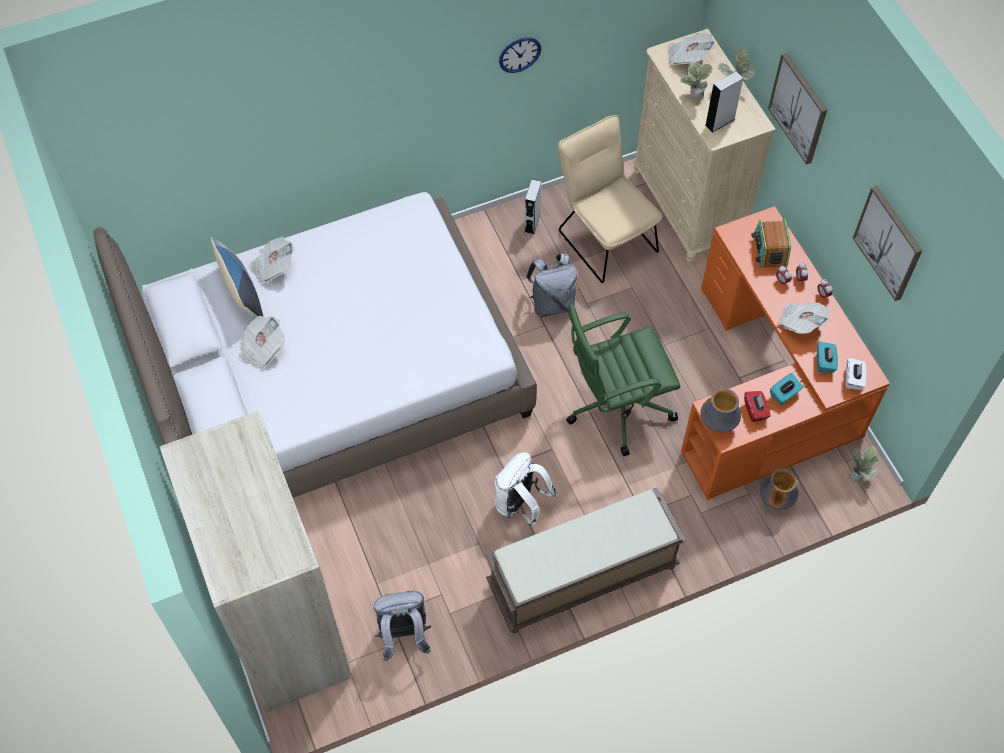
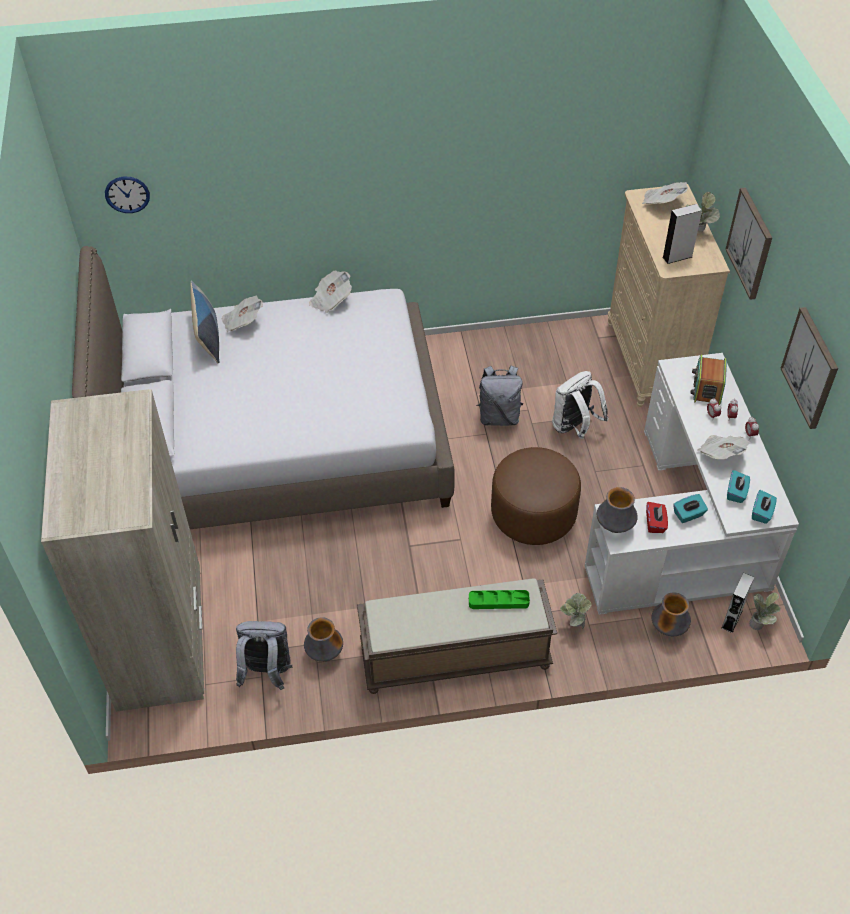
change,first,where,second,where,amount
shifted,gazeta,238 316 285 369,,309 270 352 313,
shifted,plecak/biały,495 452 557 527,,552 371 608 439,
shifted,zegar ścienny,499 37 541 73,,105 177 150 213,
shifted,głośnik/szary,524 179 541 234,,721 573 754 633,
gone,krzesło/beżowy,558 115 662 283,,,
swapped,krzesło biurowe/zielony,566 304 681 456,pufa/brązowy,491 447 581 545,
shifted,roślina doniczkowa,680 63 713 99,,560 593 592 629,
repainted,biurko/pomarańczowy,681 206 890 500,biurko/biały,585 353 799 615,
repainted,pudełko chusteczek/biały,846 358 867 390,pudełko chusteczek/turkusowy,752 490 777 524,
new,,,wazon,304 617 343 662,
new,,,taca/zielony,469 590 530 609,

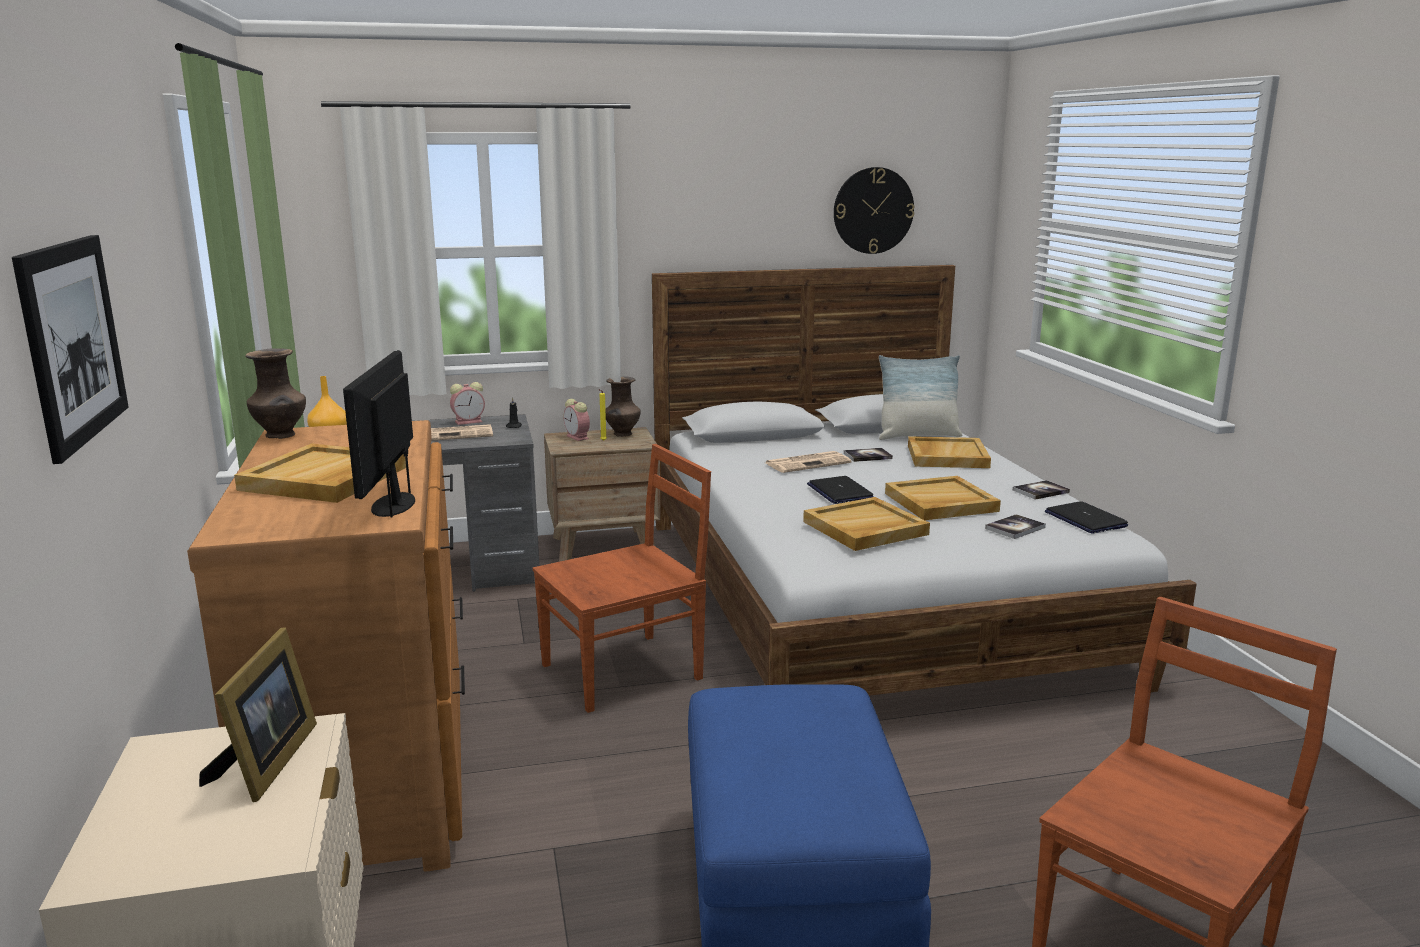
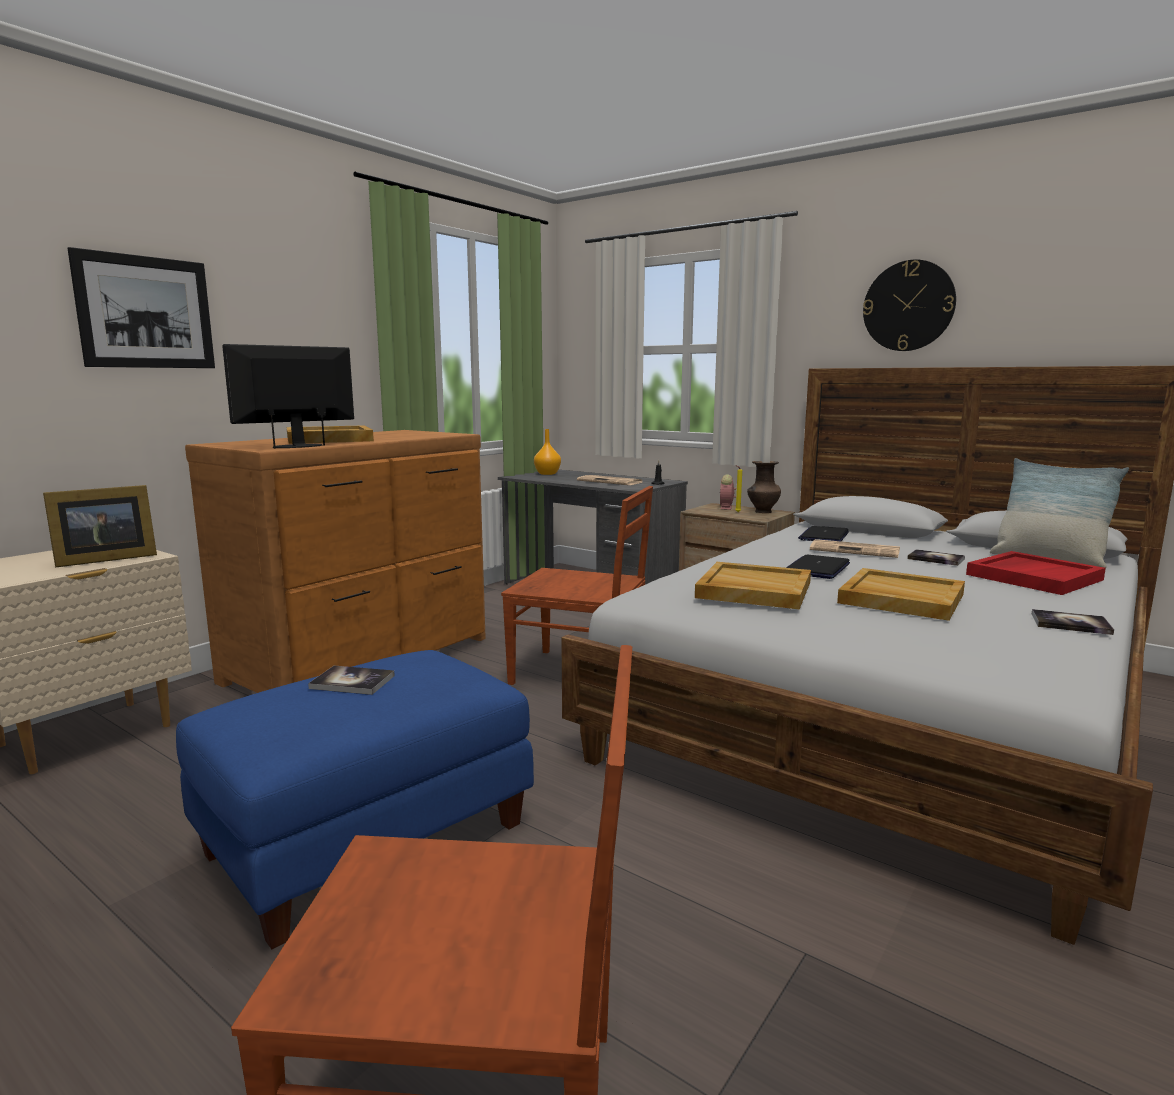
change,first,where,second,where,amount
gone,wazon/brązowy,245 348 306 439,,,
gone,budzik,450 382 485 425,,,
shifted,zegar ścienny,834 167 914 254,,863 259 956 351,
repainted,taca/beżowy,908 436 991 468,taca/czerwony,966 551 1106 595,
shifted,książka,985 514 1046 539,,308 666 395 695,
shifted,laptop,1045 501 1128 534,,798 526 849 541,

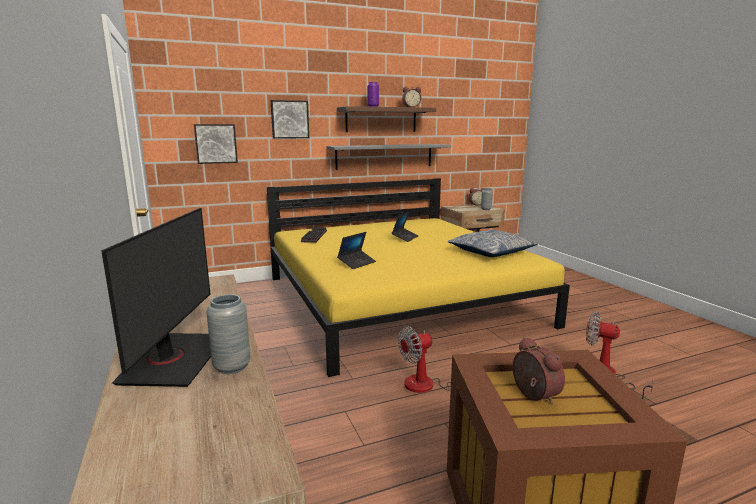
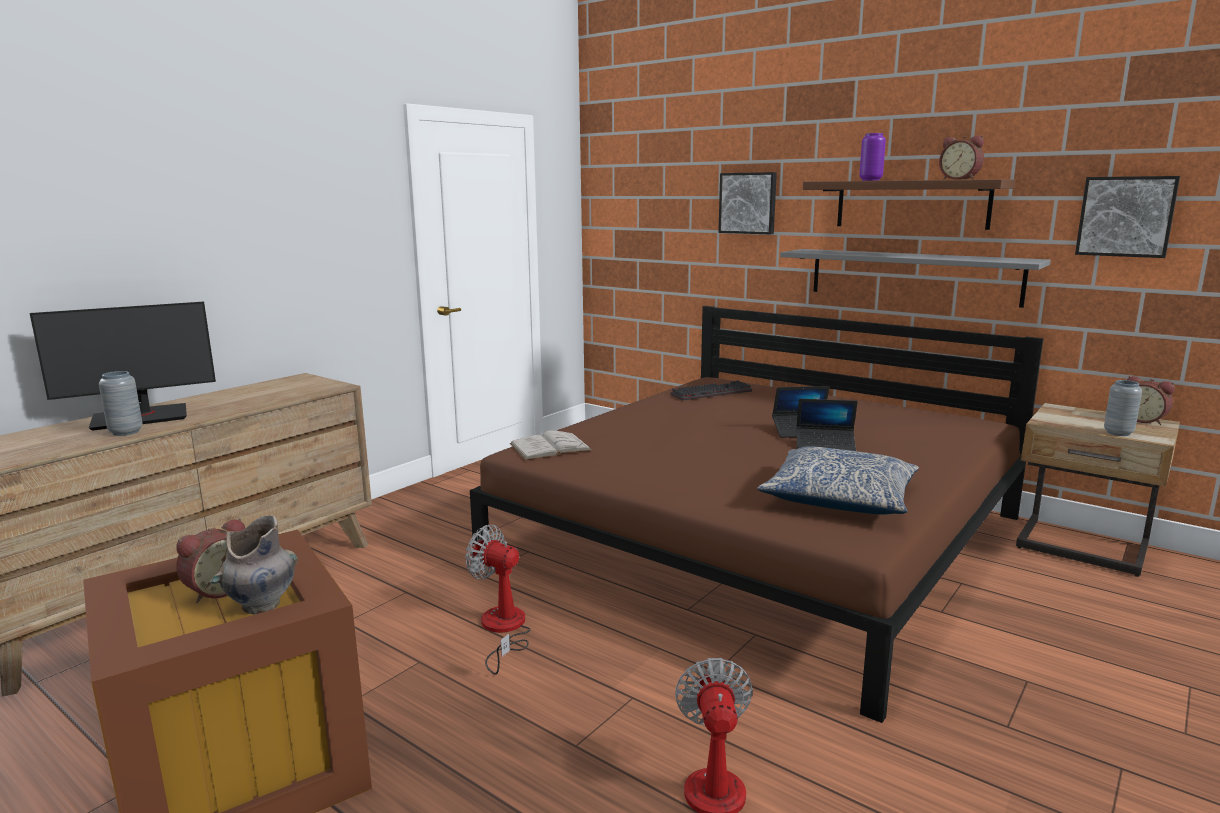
change,first,where,second,where,amount
shifted,obraz,194 124 238 164,,1075 176 1180 258,
repainted,łóżko/żółty,267 178 570 377,łóżko/brązowy,470 306 1044 723,
shifted,laptop,337 232 376 269,,796 399 858 451,
new,,,wazon/szary,210 515 298 614,
new,,,książka/biały,510 430 593 460,

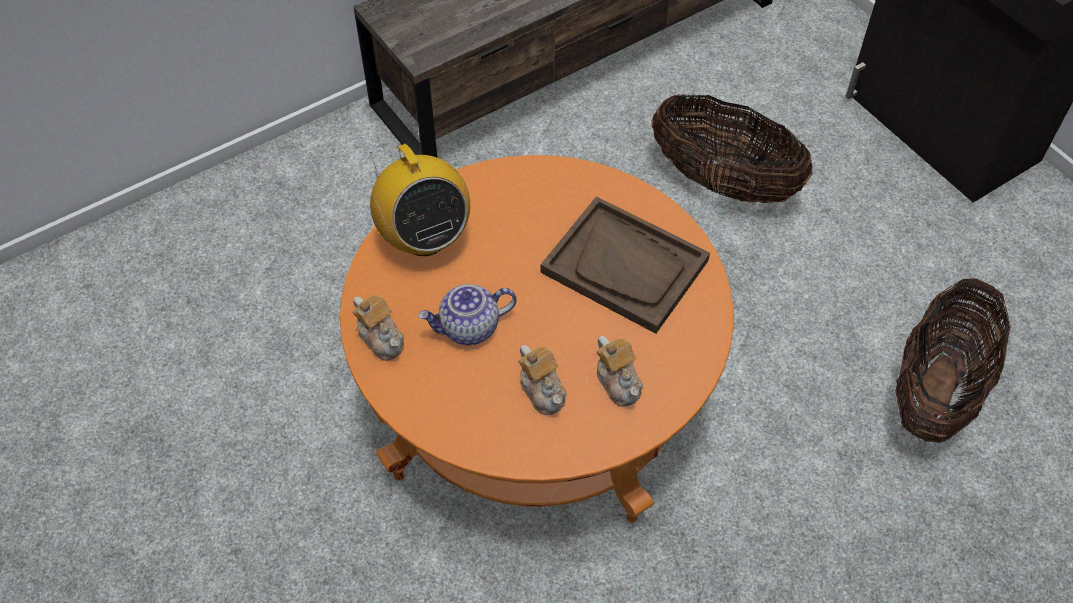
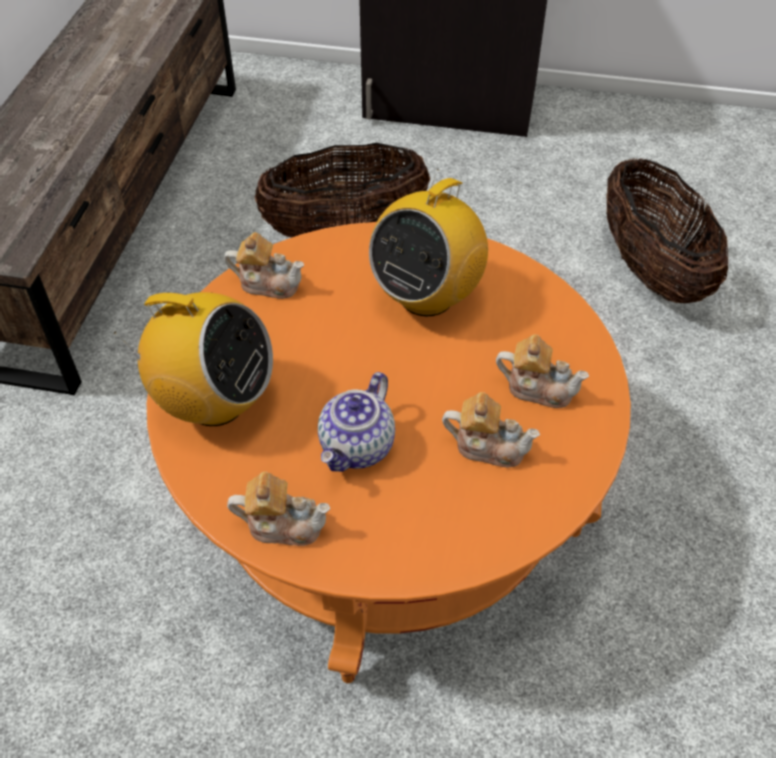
change,first,where,second,where,amount
swapped,taca/brązowy,540 196 710 334,radio,369 169 488 316,
new,,,imbryk,224 232 304 299,

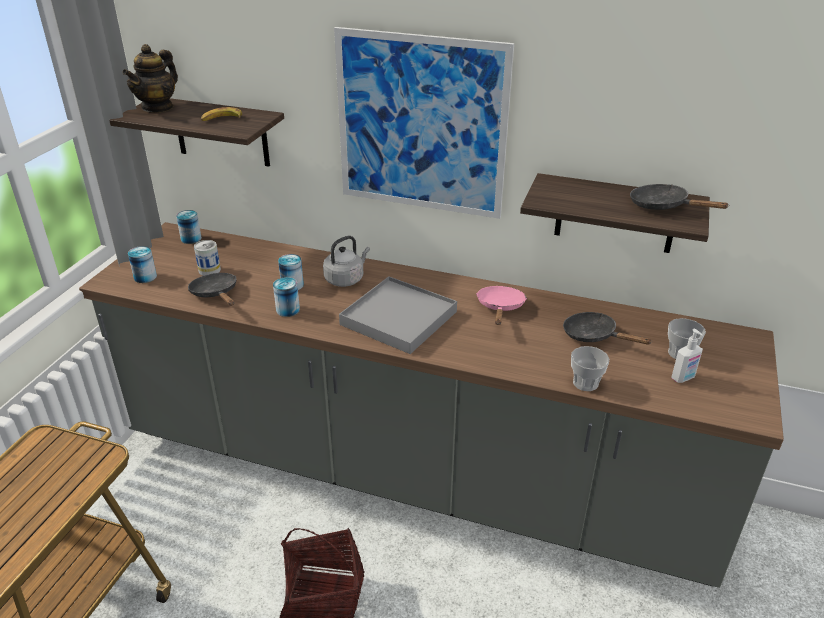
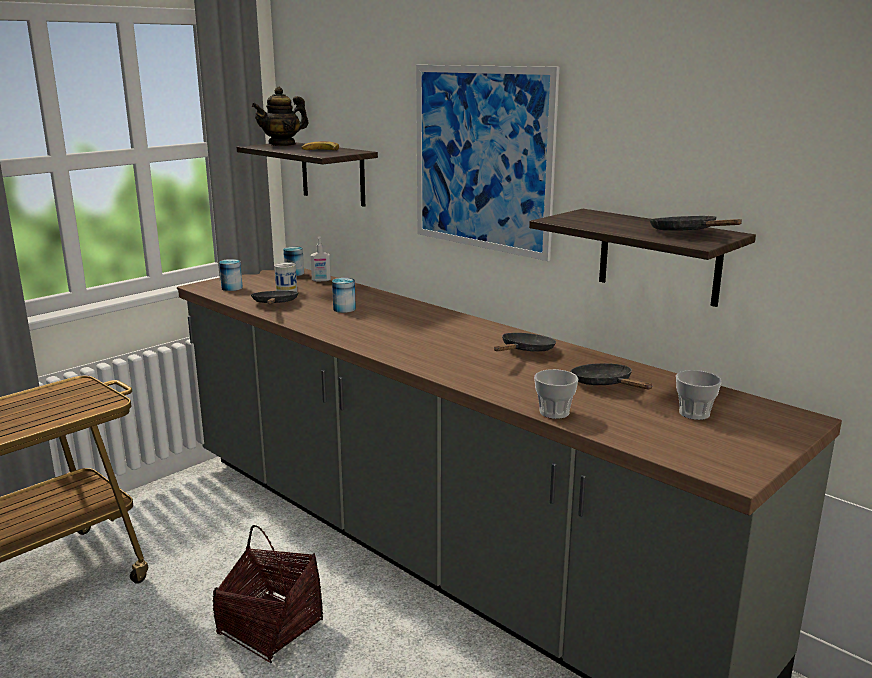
change,first,where,second,where,amount
gone,puszka,273 277 300 317,,,
gone,czajnik/szary,323 236 370 287,,,
gone,taca/szary,339 276 457 354,,,
repainted,patelnia/różowy,476 286 527 325,patelnia/czarny,494 333 556 352,
shifted,dozownik mydła,671 329 703 383,,311 237 331 281,

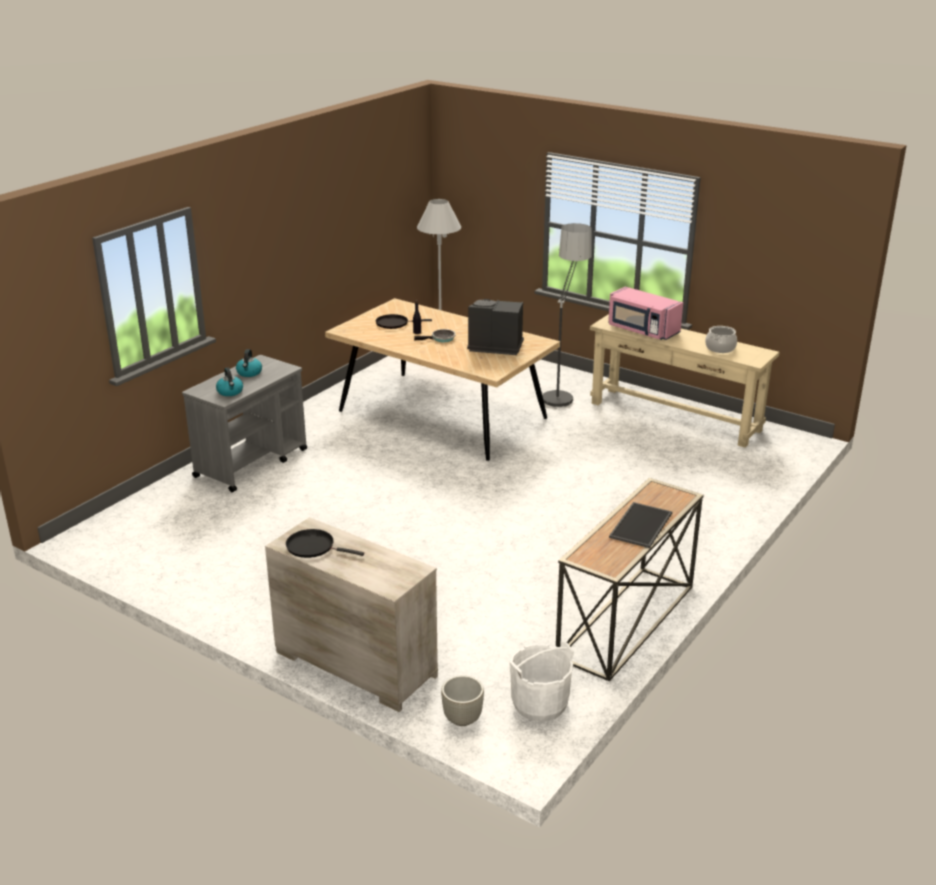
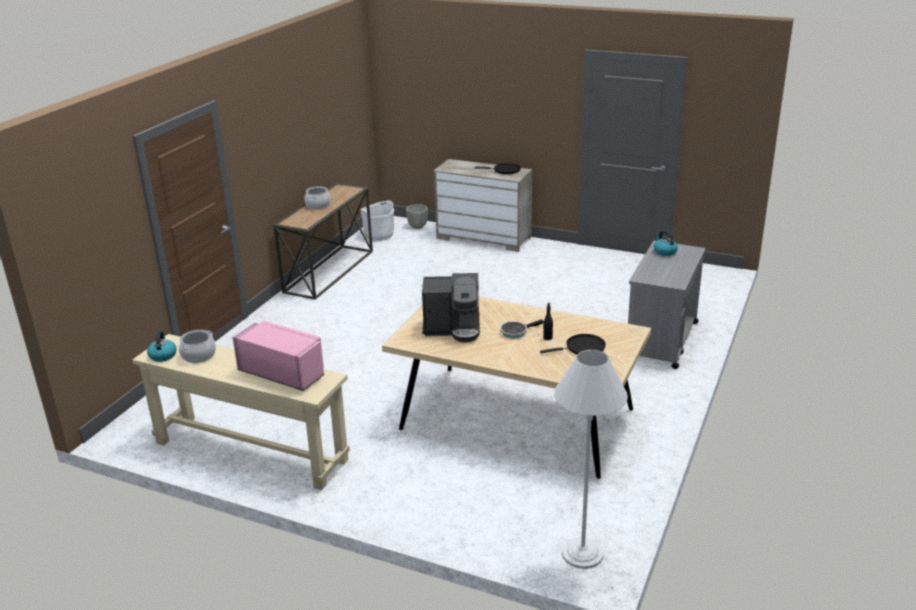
change,first,where,second,where,amount
shifted,czajnik,236 349 262 377,,147 331 176 362,
gone,lampa stojąca,542 223 592 409,,,
swapped,taca,609 502 672 548,garnek,305 186 331 209,

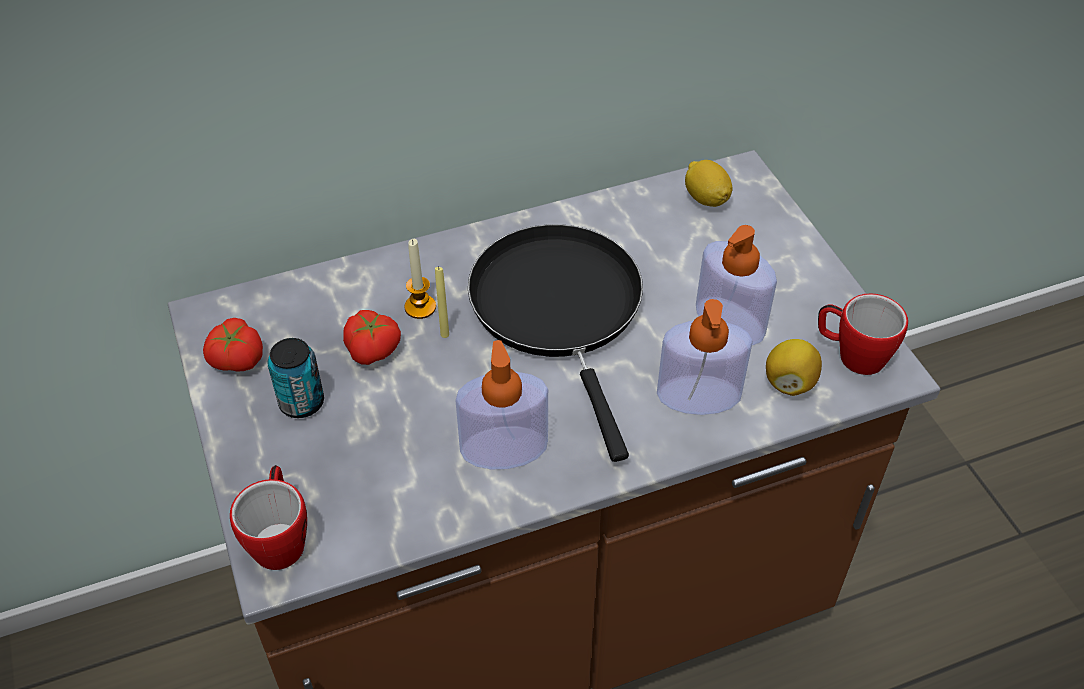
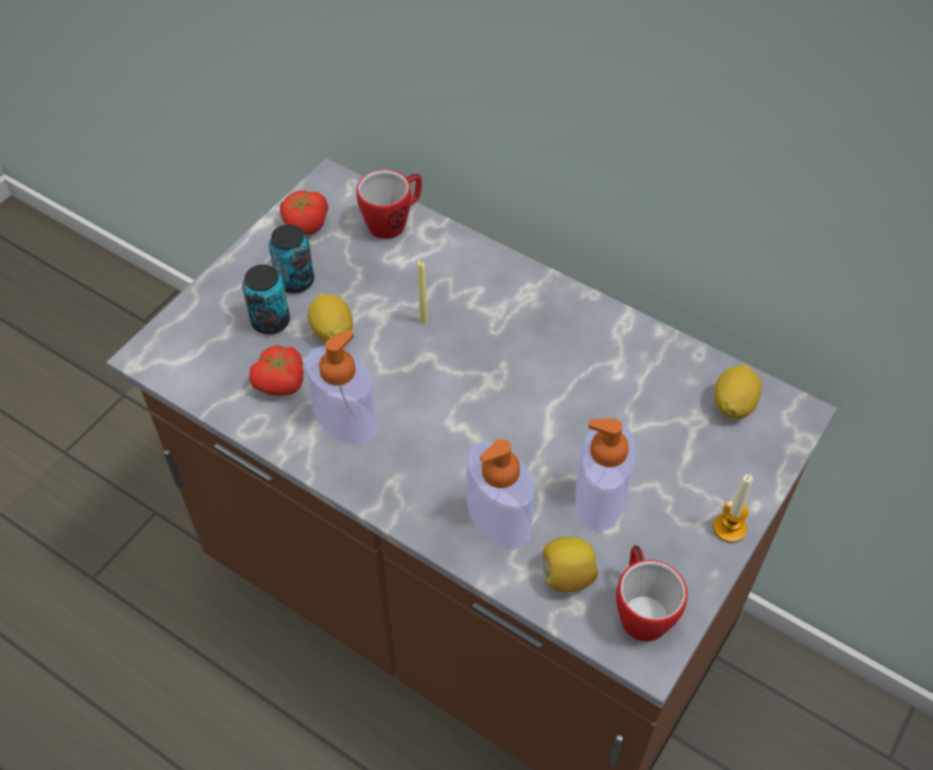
change,first,where,second,where,amount
shifted,kubek,230 465 307 570,,357 170 422 239,
shifted,pomidor,343 310 401 365,,249 345 304 396,
shifted,świeca,404 239 436 319,,713 474 753 543,
gone,patelnia/czarny,468 224 643 462,,,
new,,,puszka,242 265 290 334,
new,,,cytryna,308 293 353 342,

